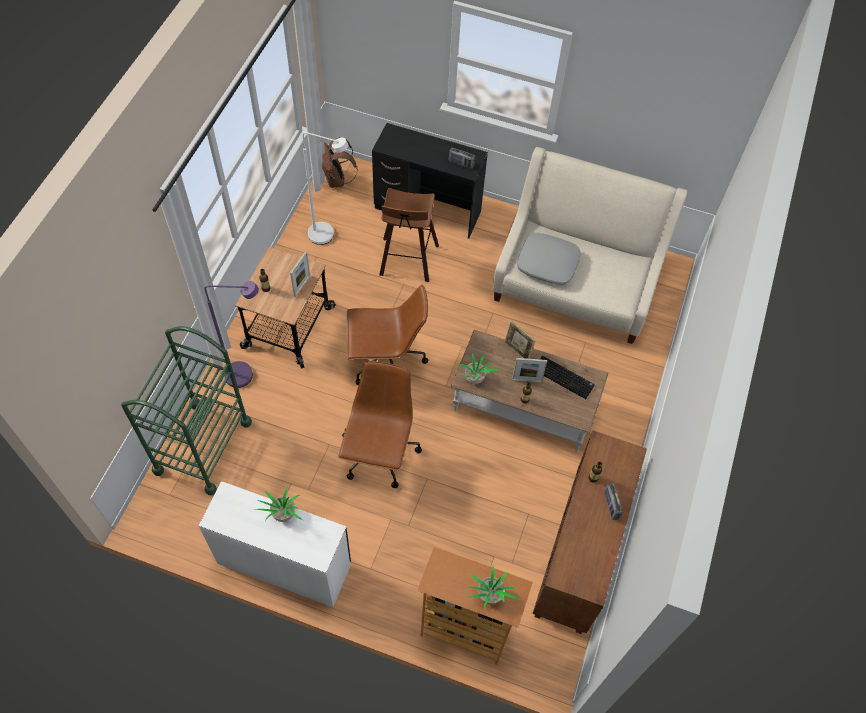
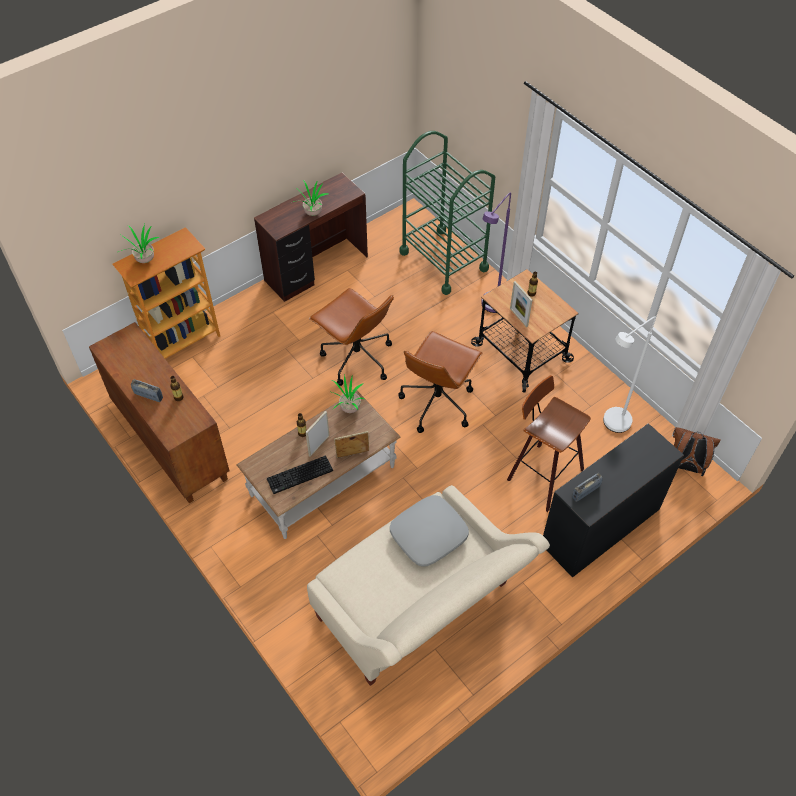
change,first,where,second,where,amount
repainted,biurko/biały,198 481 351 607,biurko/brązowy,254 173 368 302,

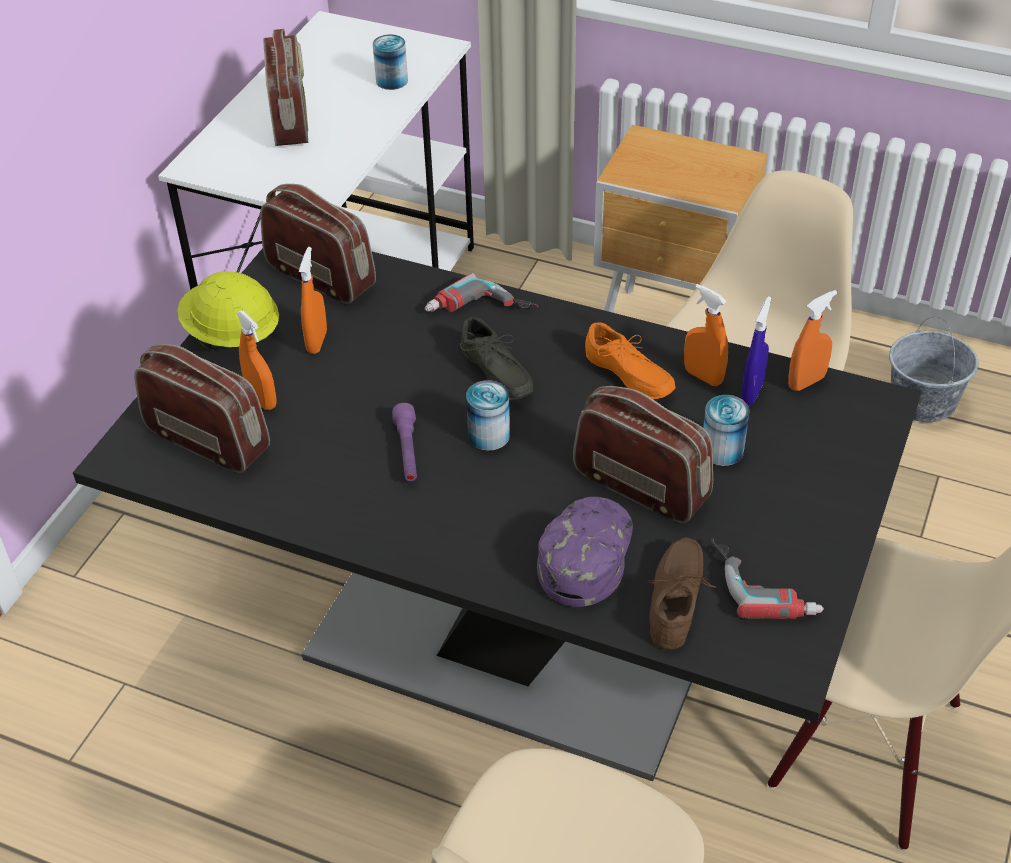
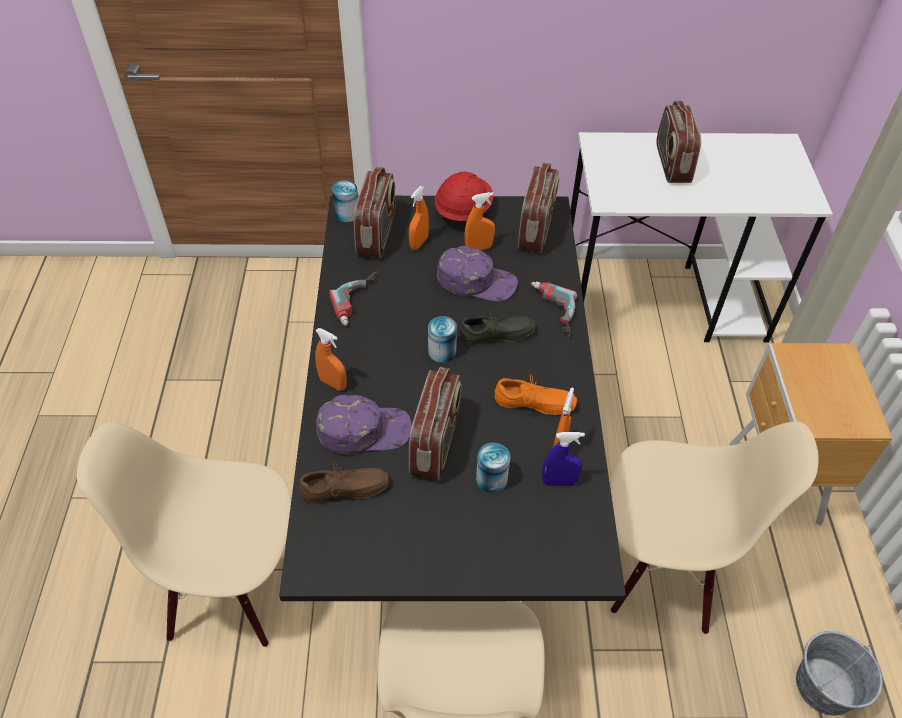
change,first,where,second,where,amount
repainted,kask/żółty,177 271 279 351,kask/czerwony,435 172 493 221,
rotated,radio,263 29 308 146,,657 101 701 183,120 degrees clockwise
shifted,puszka,373 35 408 90,,332 180 358 222,
gone,latarka/fioletowy,392 403 417 481,,,
rotated,but/szary,460 317 533 400,,459 309 536 345,135 degrees counterclockwise
rotated,but/pomarańczowy,585 323 676 399,,494 375 577 415,105 degrees counterclockwise
shifted,wiertarka,711 538 824 619,,329 272 378 326,
shifted,spryskiwacz/pomarańczowy,788 290 837 391,,315 328 347 391,
new,,,czapka z daszkiem/fioletowy,437 246 518 302,

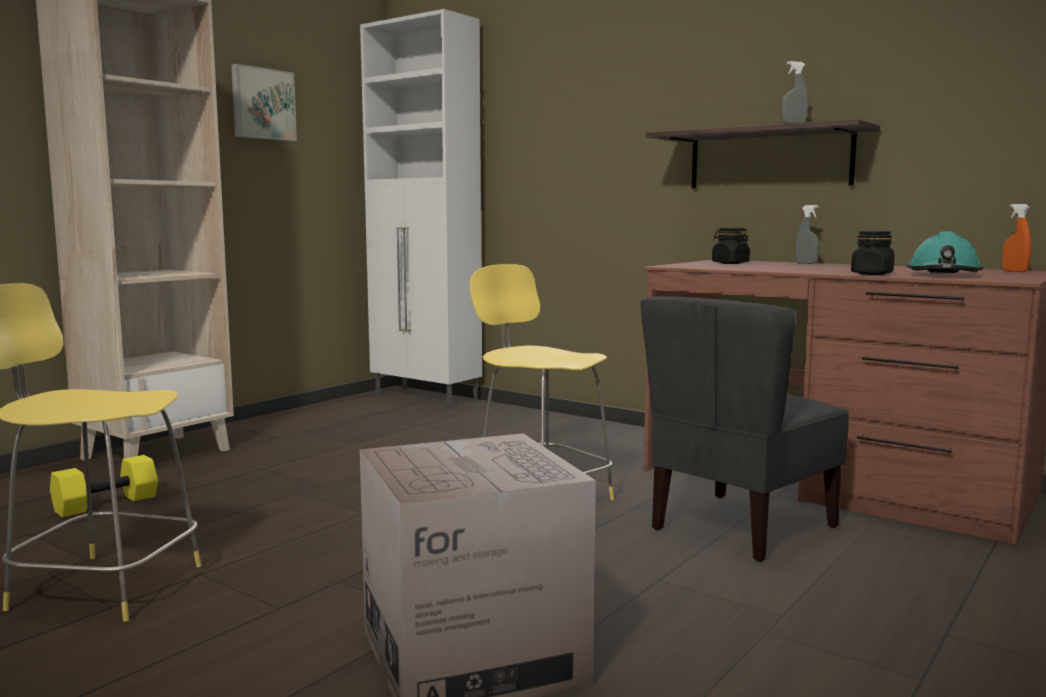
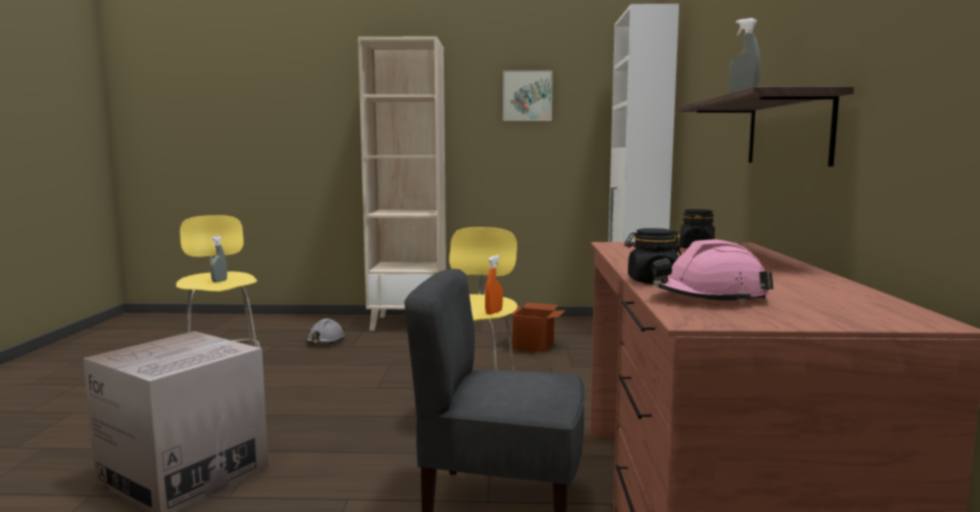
change,first,where,second,where,amount
swapped,hantel/żółty,50 455 158 518,kask/szary,306 318 346 343,
shifted,spryskiwacz/szary,796 205 819 264,,210 236 227 282,
repainted,kask/turkusowy,907 231 983 273,kask/różowy,652 240 773 304,
shifted,spryskiwacz/pomarańczowy,1002 204 1031 272,,485 255 503 315,
new,,,karton,512 302 566 352,

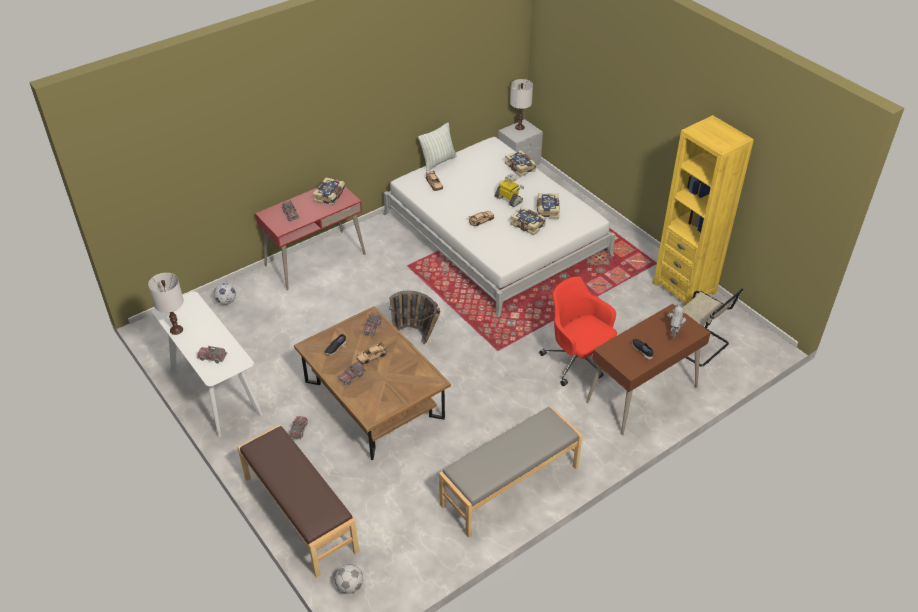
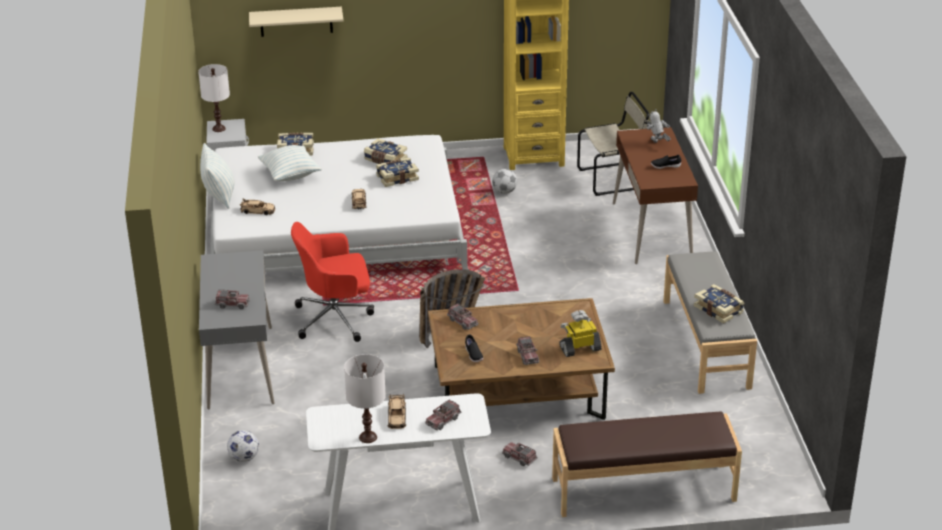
change,first,where,second,where,amount
repainted,biurko/czerwony,255 179 366 290,biurko/szary,199 250 275 410,
shifted,książka,313 177 345 206,,694 284 745 324,
shifted,piłka futbolowa,335 564 363 594,,492 169 517 194,
shifted,samochodzik/beżowy,357 342 387 365,,387 393 406 429,
shifted,robot zabawkowy,495 174 524 207,,559 310 602 357,
shifted,krzesło biurowe/czerwony,539 277 617 386,,291 222 374 342,
new,,,półka/beżowy,249 7 344 37,
new,,,poduszka,258 145 322 181,

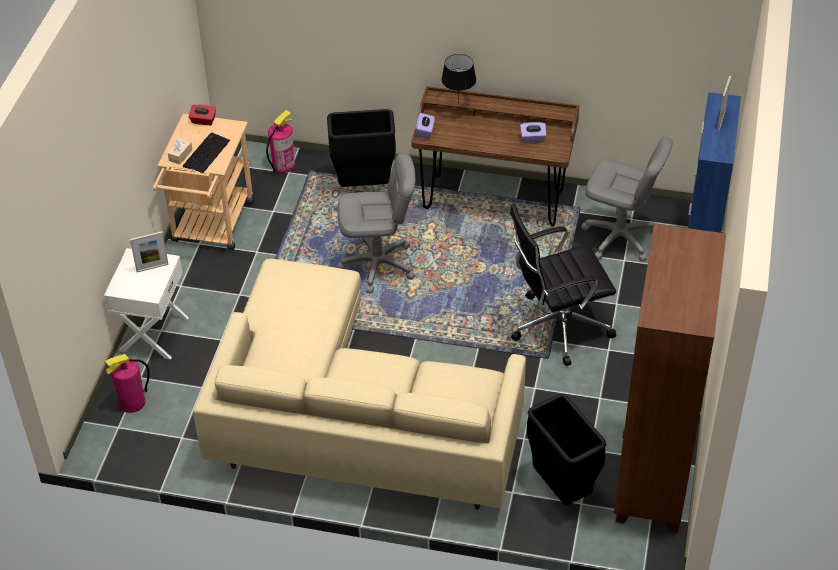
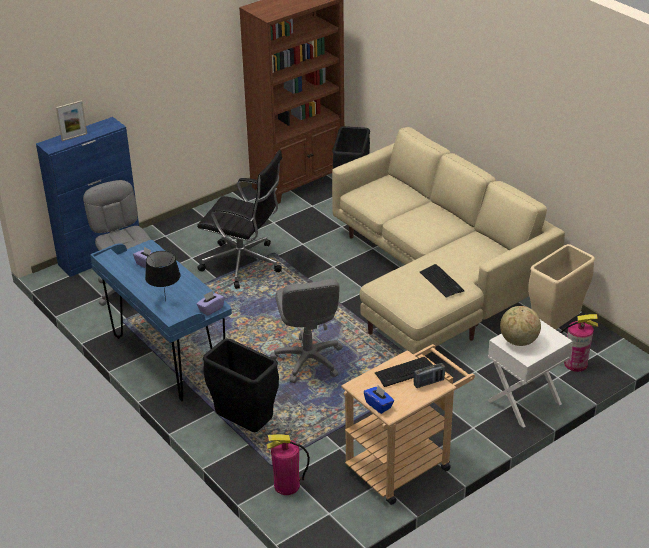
change,first,where,second,where,amount
swapped,ramka na zdjęcie,130 231 169 272,globus,500 306 541 346,
swapped,pudełko chusteczek/beżowy,168 138 192 164,radio,413 363 445 388,
repainted,pudełko chusteczek/czerwony,189 104 216 125,pudełko chusteczek/niebieski,364 386 394 414,
rotated,krzesło biurowe/szary,337 154 415 293,,270 279 342 383,135 degrees counterclockwise
repainted,biurko/brązowy,411 86 579 226,biurko/niebieski,90 240 232 401,
new,,,klawiatura,420 264 464 298,
new,,,kosz na śmieci/beżowy,528 244 595 330,

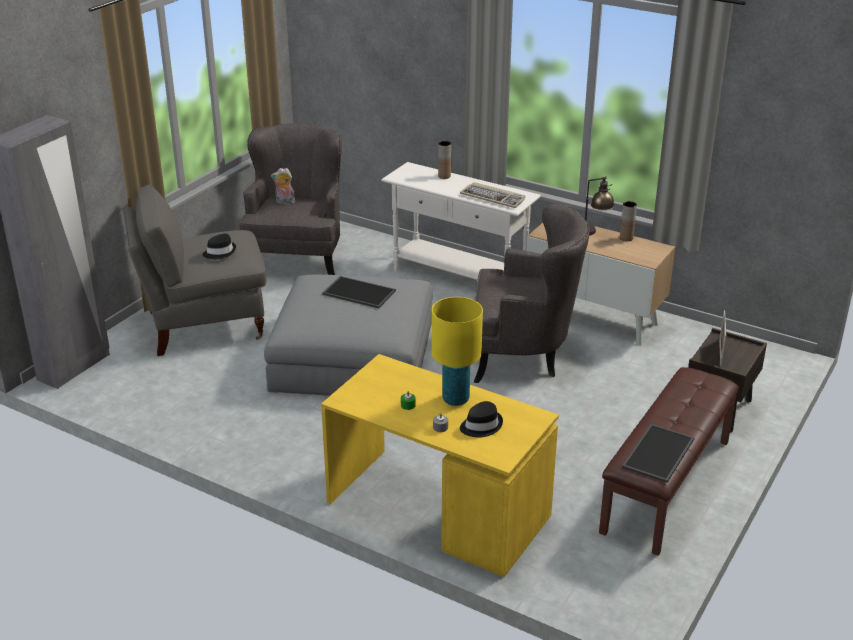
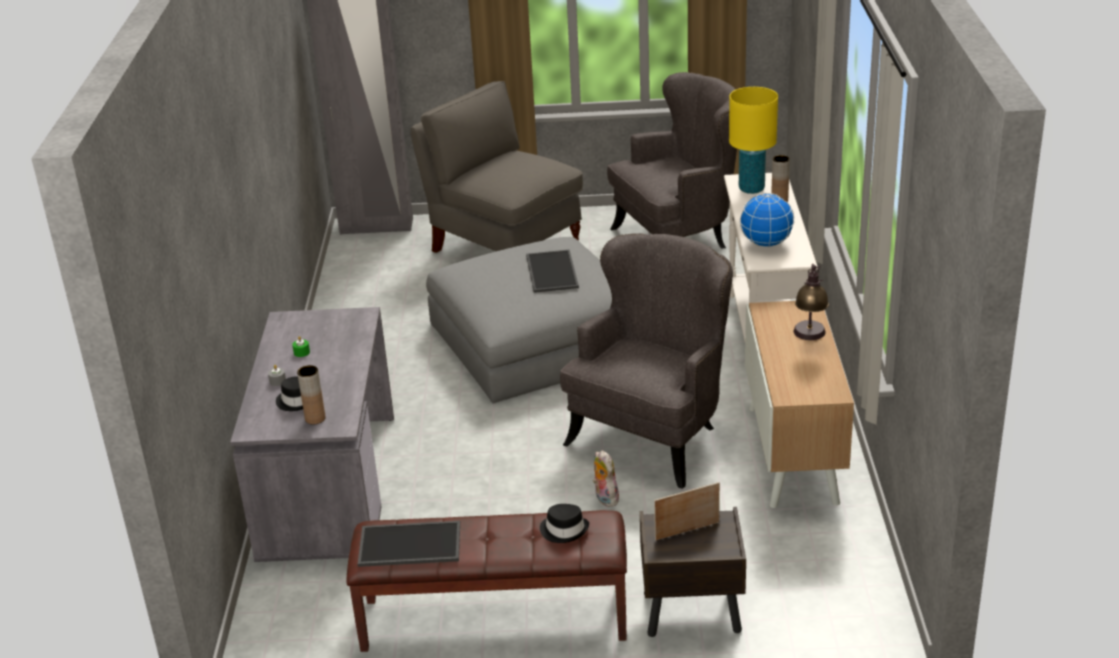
change,first,where,second,where,amount
shifted,kapelusz/czarny,203 234 236 259,,540 504 589 543,
shifted,pluszak,271 168 295 204,,592 450 619 507,
repainted,biurko/żółty,321 354 559 577,biurko/szary,230 307 394 562,
shifted,lampa stołowa/żółty,432 297 483 406,,729 87 778 194,
swapped,klawiatura,460 182 525 208,globus,740 193 795 247,
rotated,fotel/szary,474 204 590 383,,560 233 733 489,120 degrees counterclockwise
shifted,wazon/brązowy,620 201 637 241,,297 365 326 424,

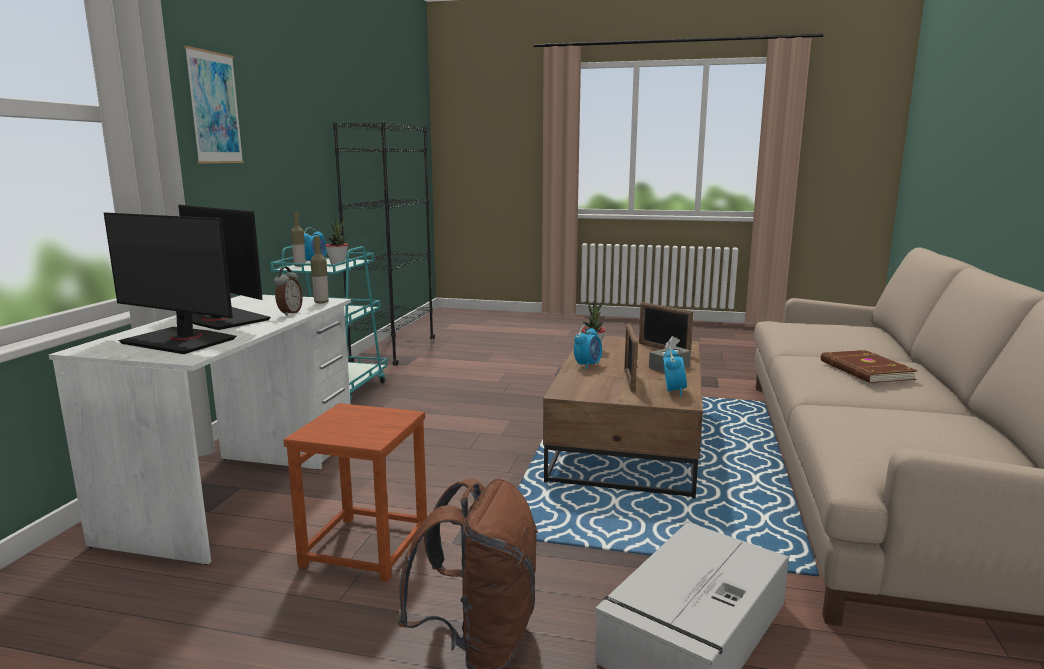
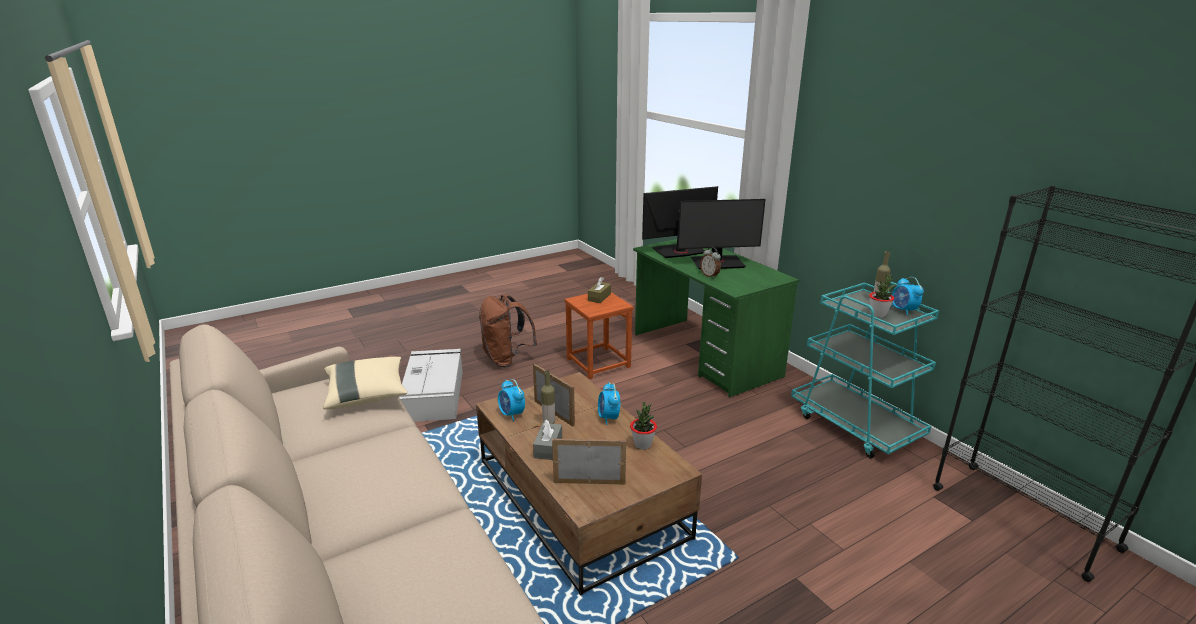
change,first,where,second,where,amount
repainted,biurko/biały,49 295 351 565,biurko/zielony,633 239 799 398,
gone,obraz,184 46 244 163,,,
shifted,butelka,310 236 329 304,,541 370 555 424,
gone,książka/brązowy,821 350 918 383,,,
new,,,poduszka/beżowy,323 357 407 409,
new,,,pudełko chusteczek/brązowy,588 277 611 303,

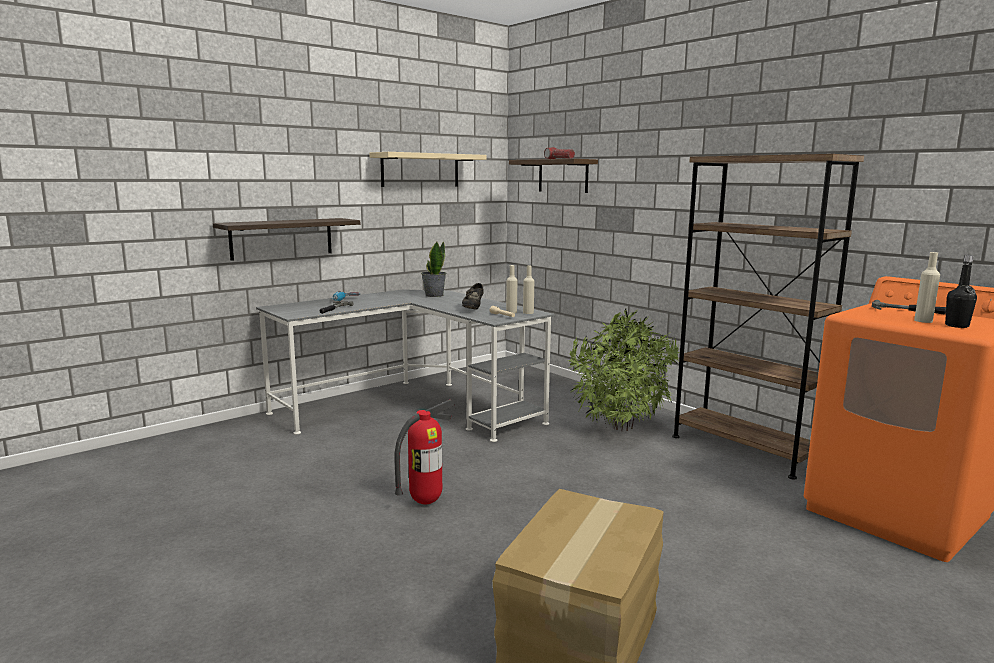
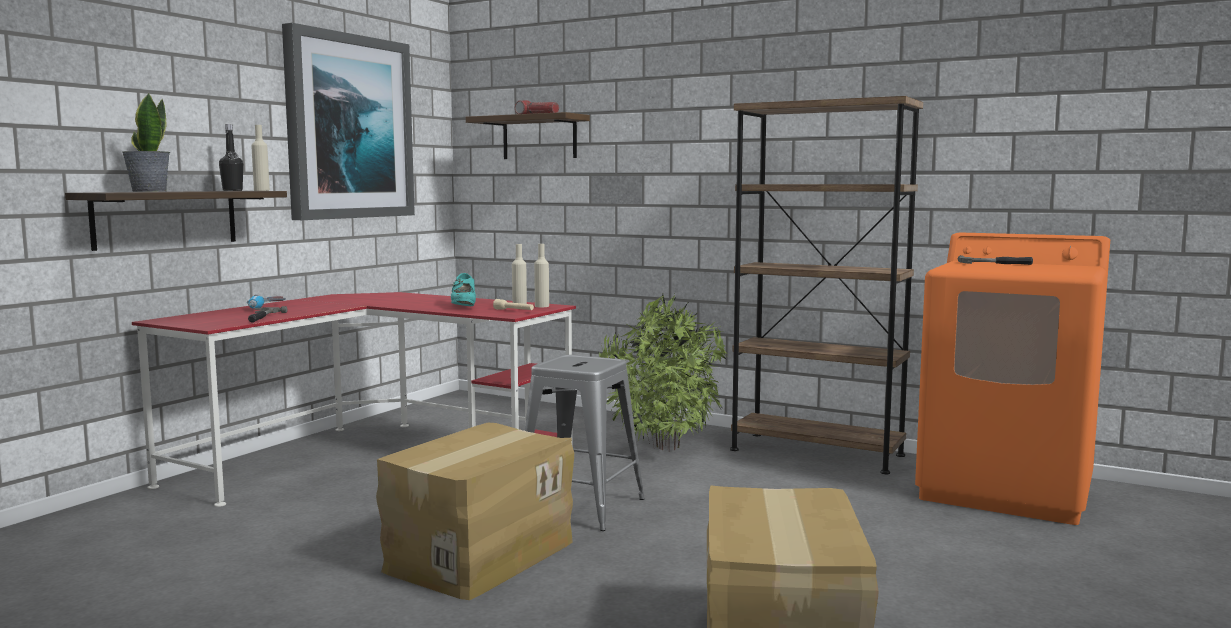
change,first,where,second,where,amount
repainted,biurko/szary,256 290 555 442,biurko/czerwony,132 292 576 507,
swapped,półka/beżowy,369 152 487 187,obraz,282 23 415 220,
swapped,gaśnica,395 399 454 504,karton,376 423 574 600,
shifted,roślina doniczkowa,421 242 446 297,,122 92 170 192,
repainted,but/czarny,462 283 484 310,but/turkusowy,451 273 476 306,
shifted,butelka/beżowy,914 252 940 323,,251 125 270 191,
shifted,butelka/czarny,945 255 977 328,,219 124 243 191,
new,,,stołek/szary,525 355 645 531,

